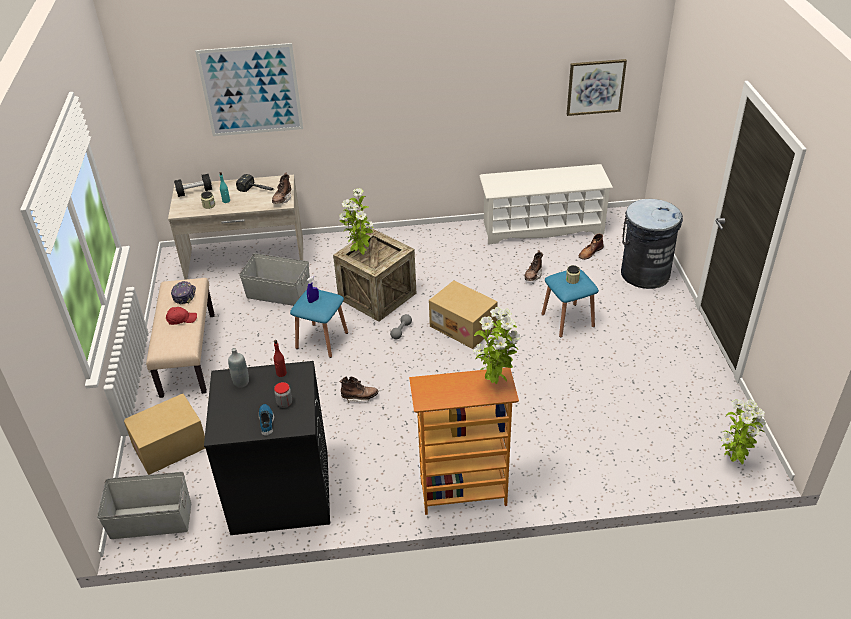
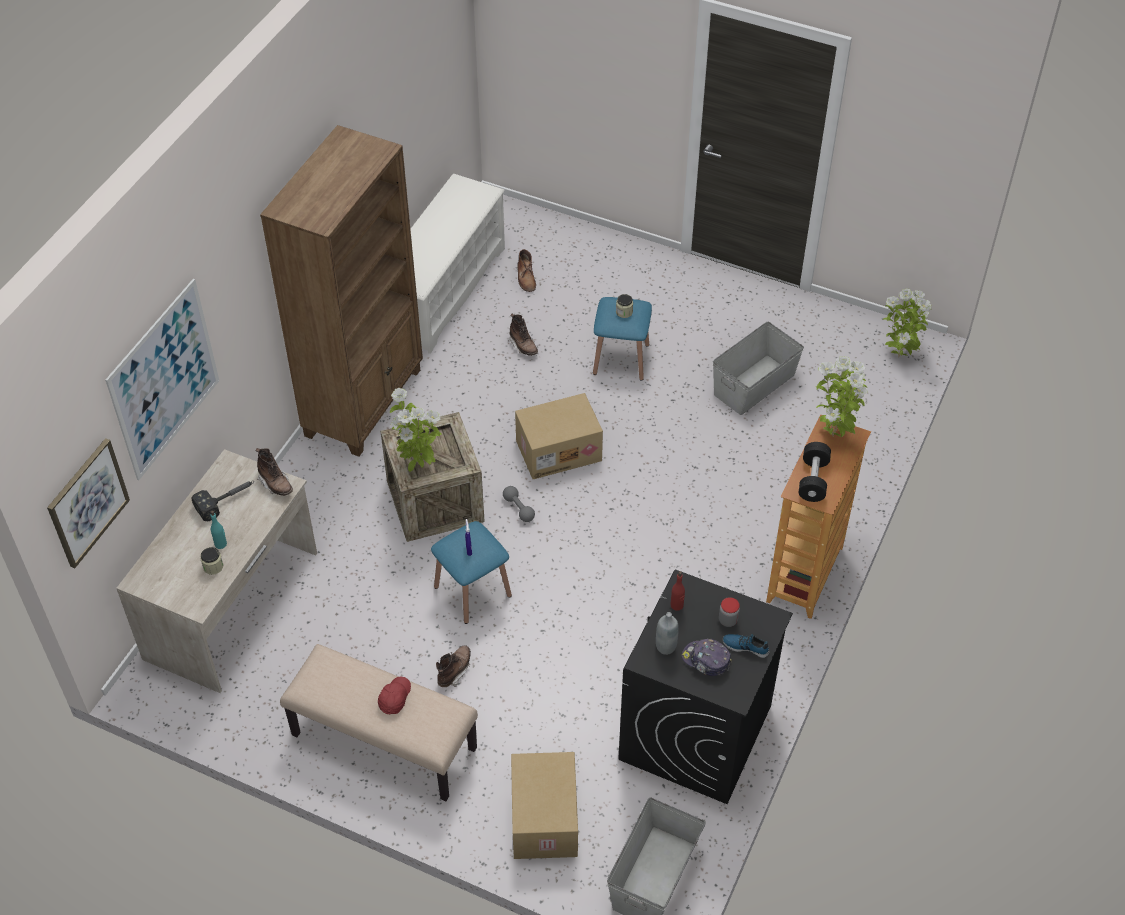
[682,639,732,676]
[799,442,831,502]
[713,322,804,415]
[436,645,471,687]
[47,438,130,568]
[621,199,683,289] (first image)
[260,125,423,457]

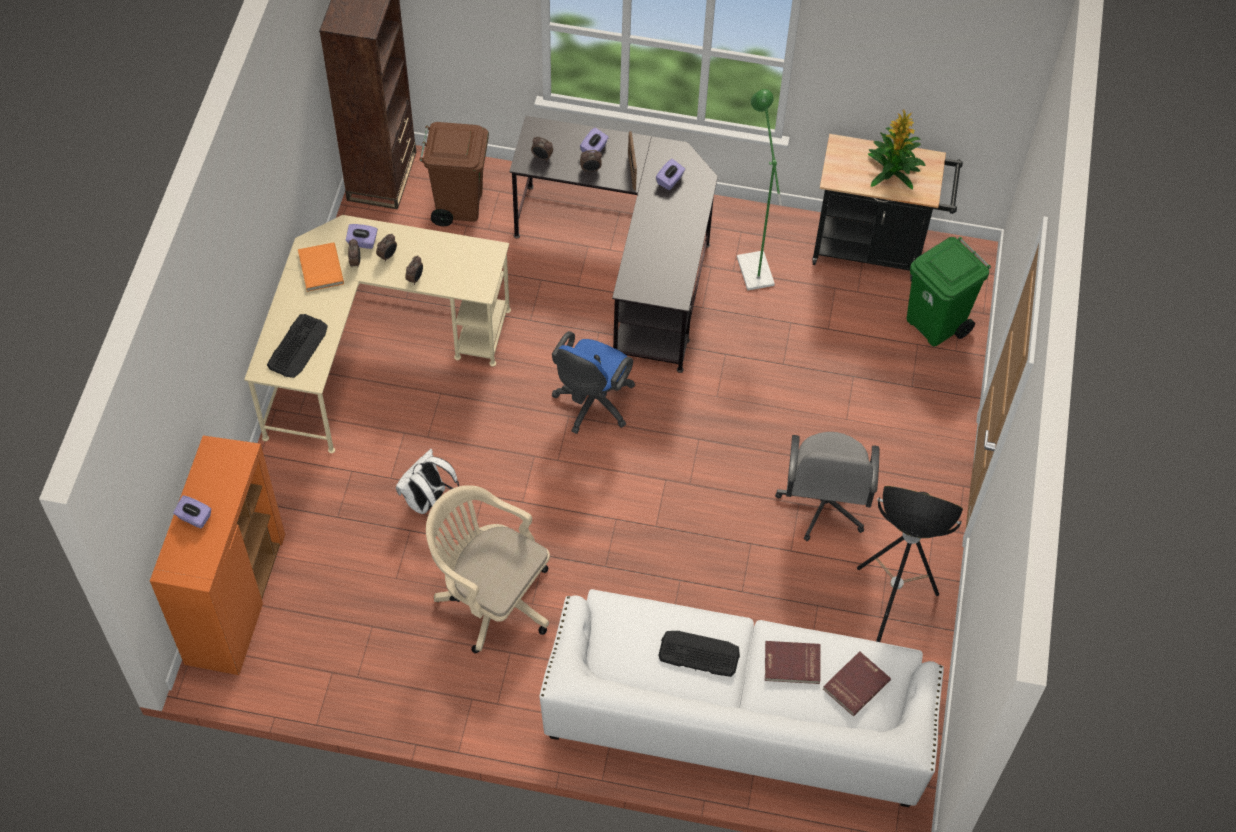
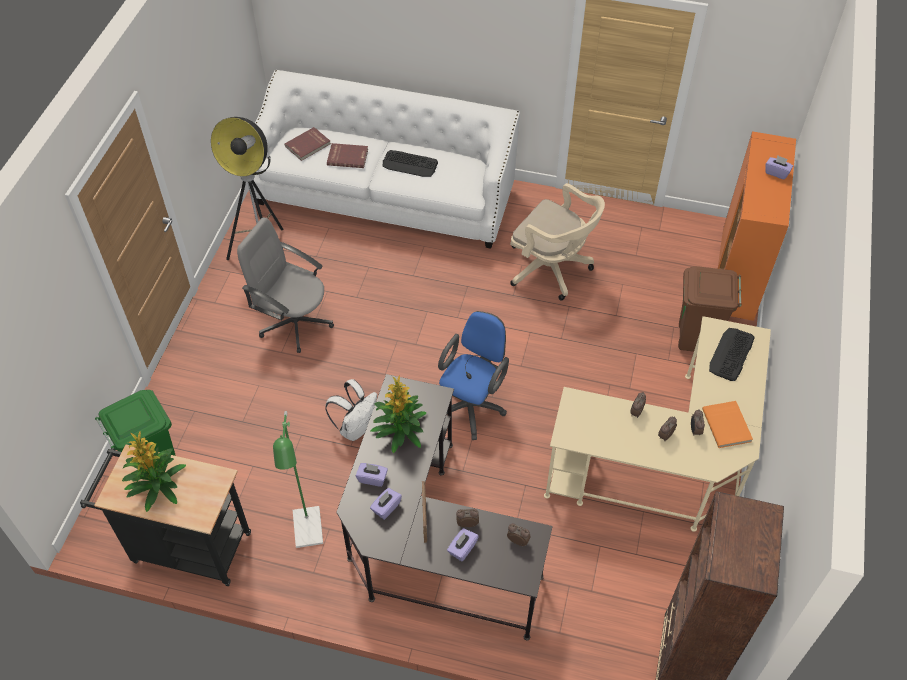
[356,463,388,487]
[325,379,377,441]
[678,266,742,352]
[237,217,334,353]
[371,375,427,453]

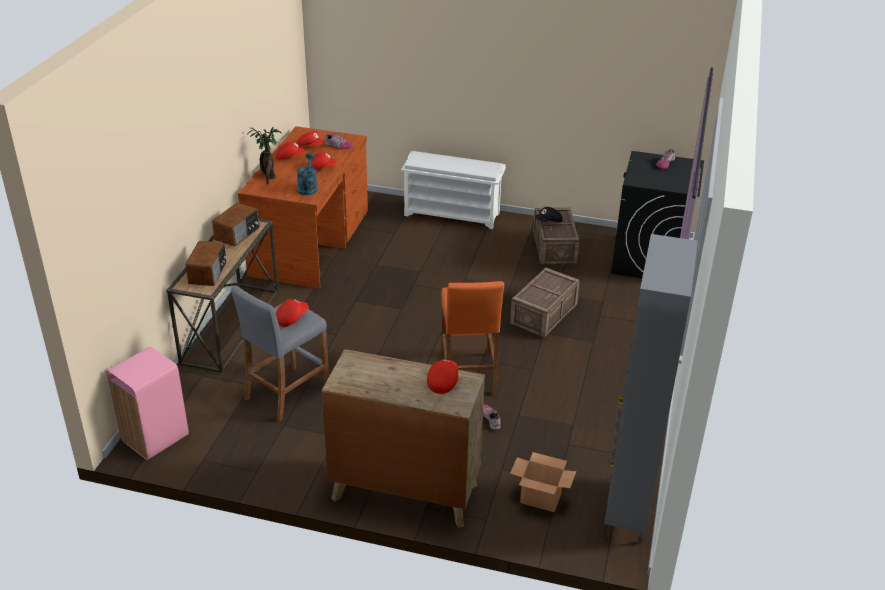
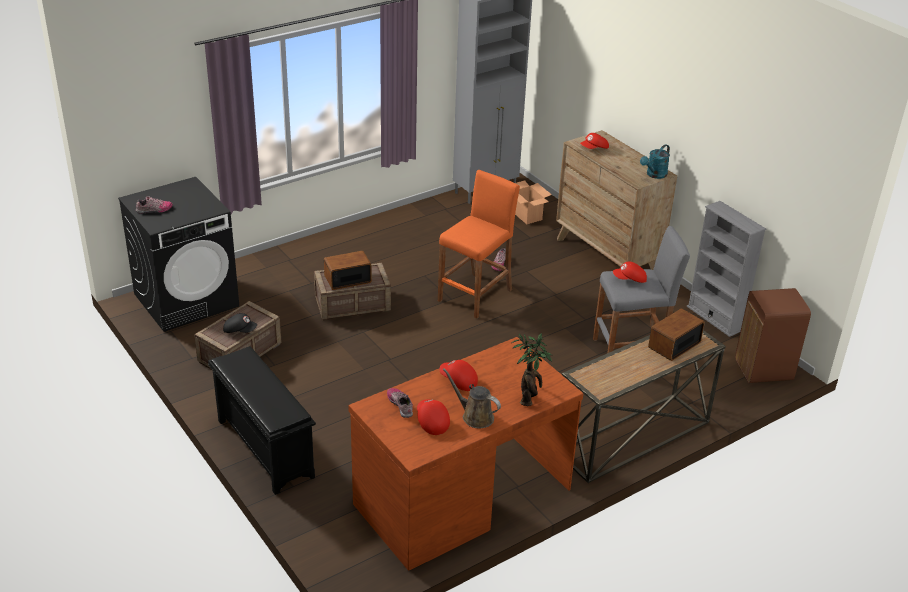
[735,288,811,383]
[324,251,372,290]
[443,368,501,428]
[640,144,670,179]
[208,346,316,495]
[687,201,766,337]

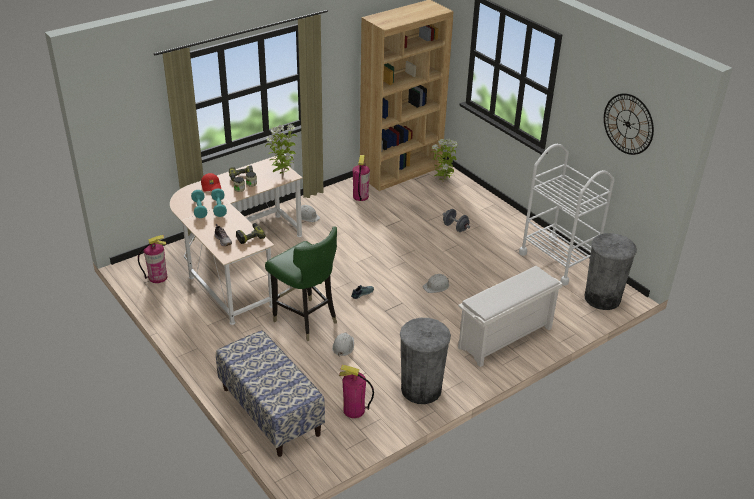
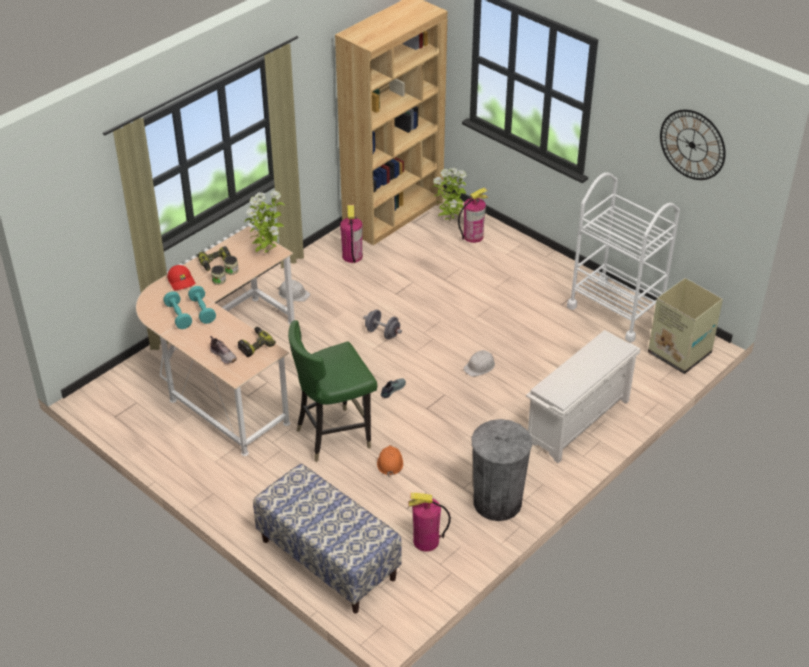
[458,188,488,243]
[288,320,377,462]
[377,445,403,477]
[363,310,402,339]
[648,278,723,374]

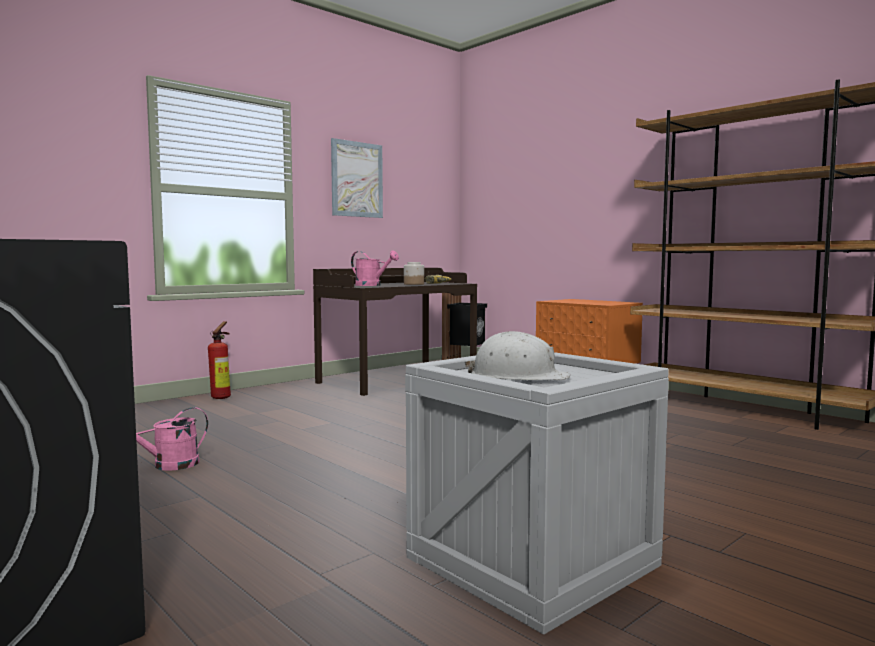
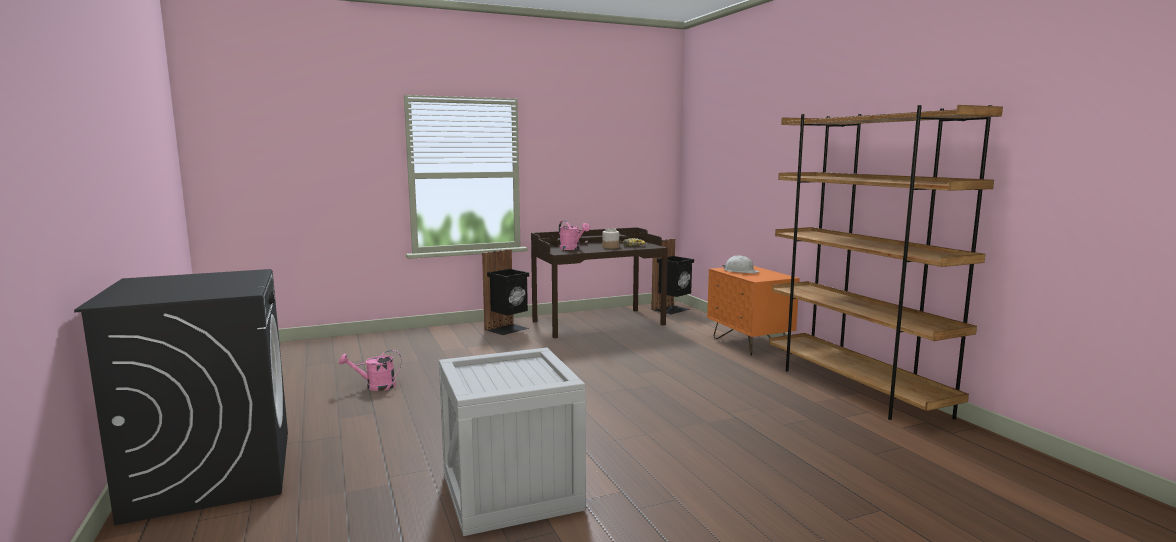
[208,321,231,399] (first image)
[331,138,383,218] (first image)
[722,255,759,273]
[482,249,529,335]

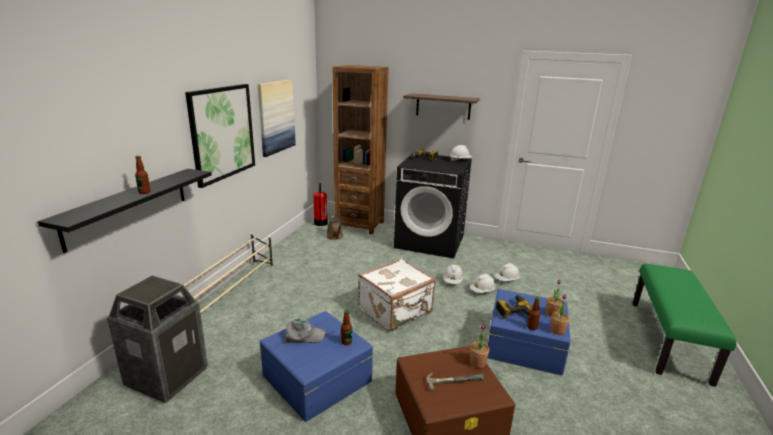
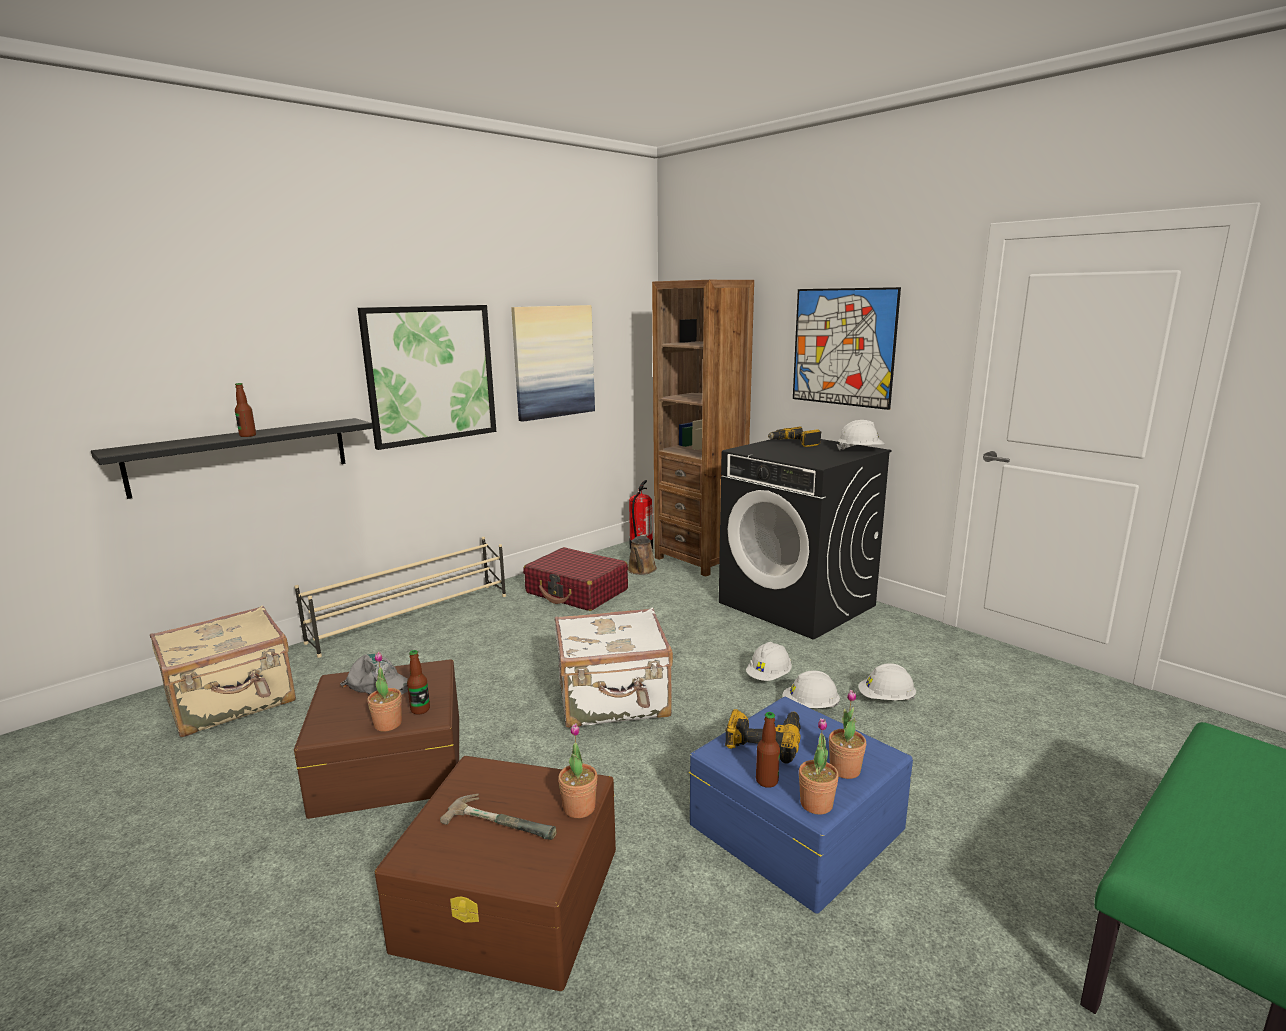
[150,606,296,737]
[294,659,459,819]
[793,287,901,410]
[367,652,402,731]
[523,547,628,611]

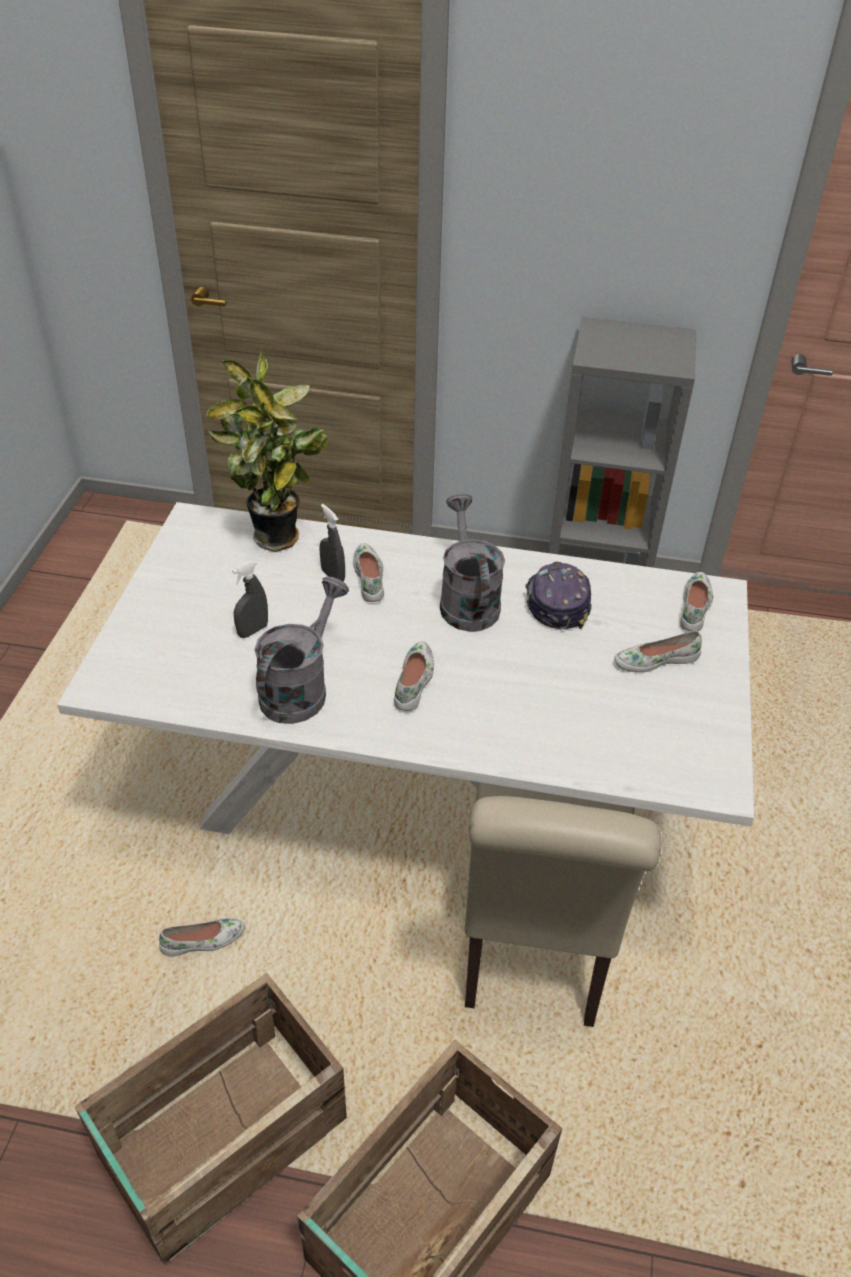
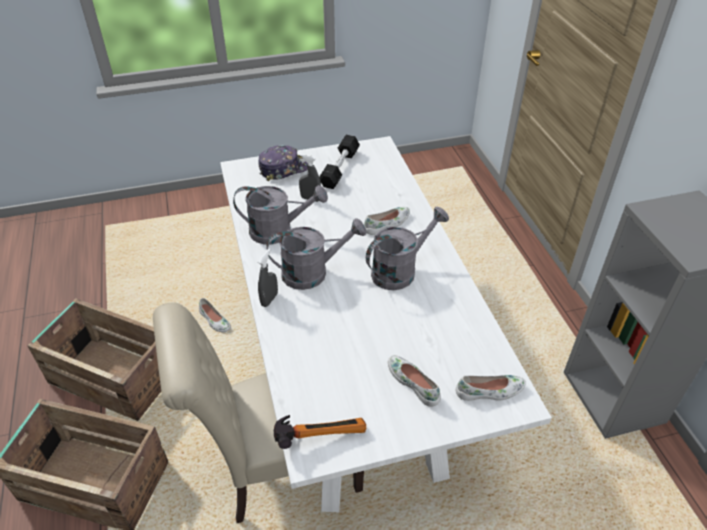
[206,351,328,552] (first image)
[258,249,278,307]
[266,218,366,290]
[258,145,308,181]
[274,415,366,449]
[319,135,360,189]

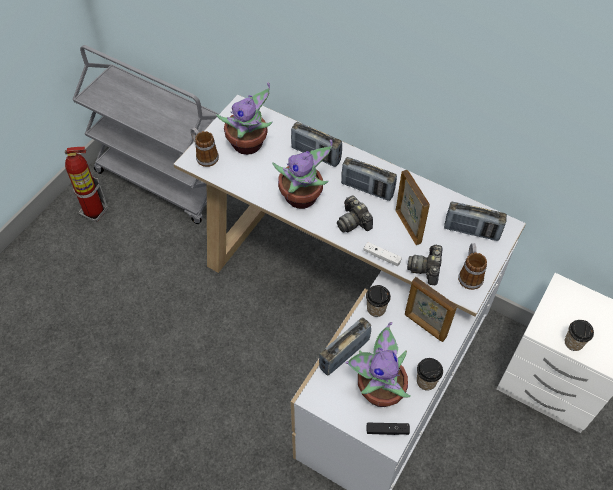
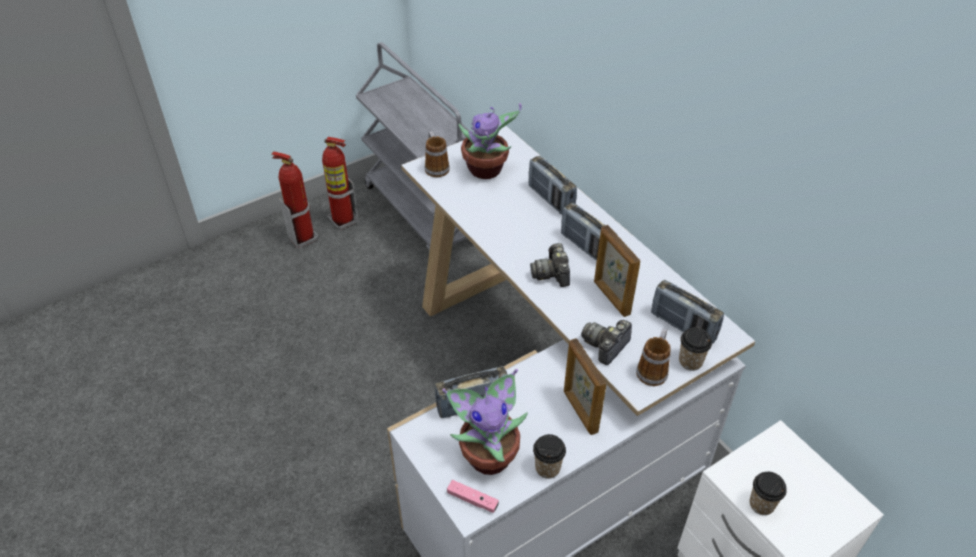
[272,140,333,209] (first image)
[363,242,402,266] (first image)
[679,327,712,371]
[447,480,499,513]
[594,225,640,317]
[271,151,318,249]

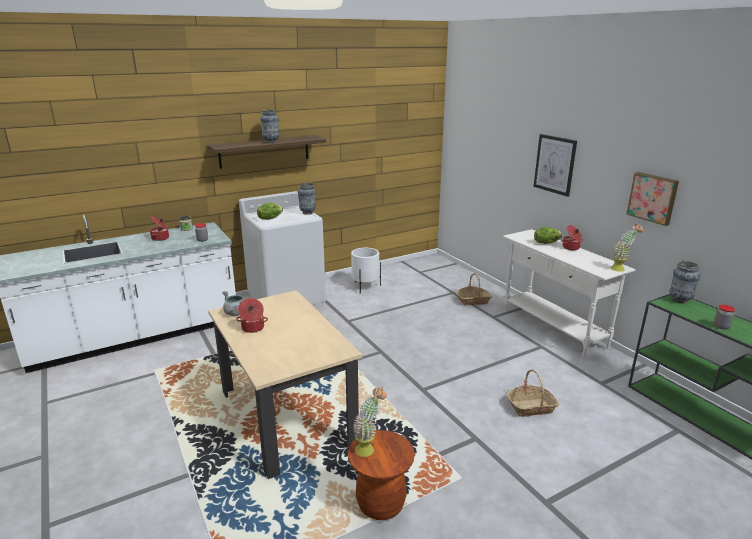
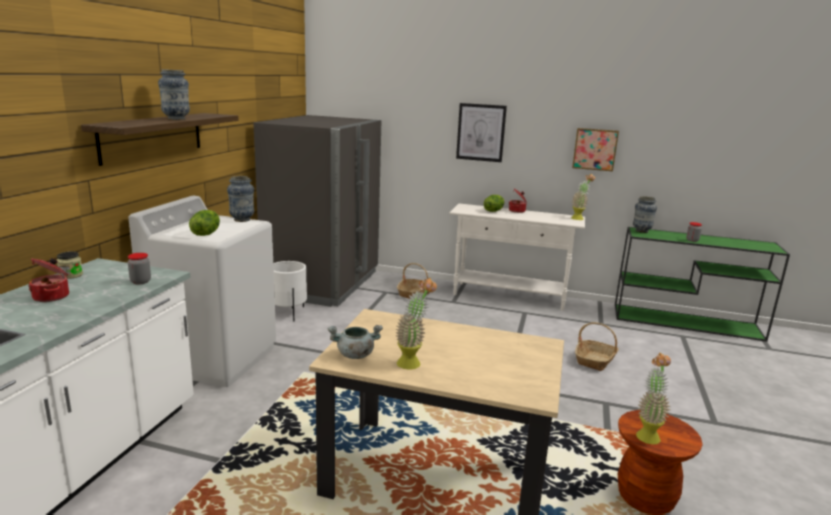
[395,278,437,369]
[253,115,381,307]

